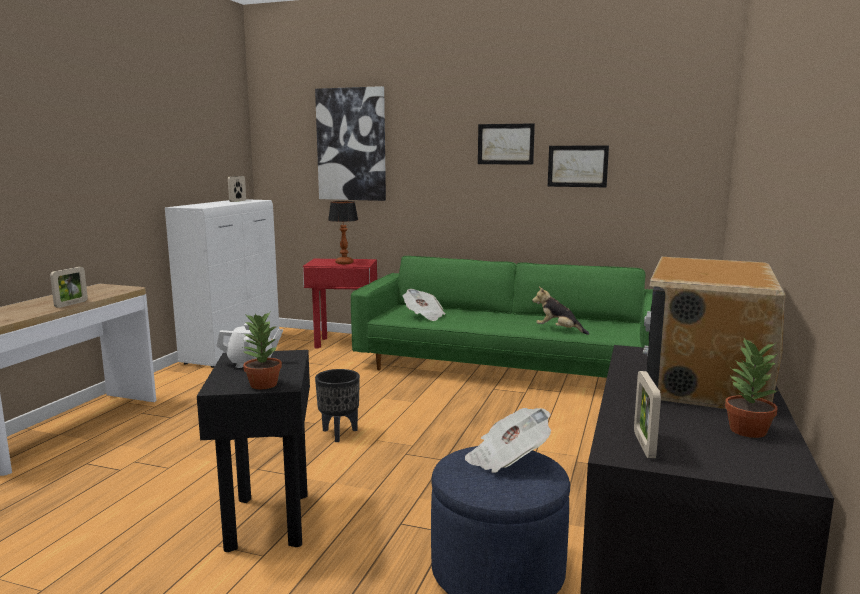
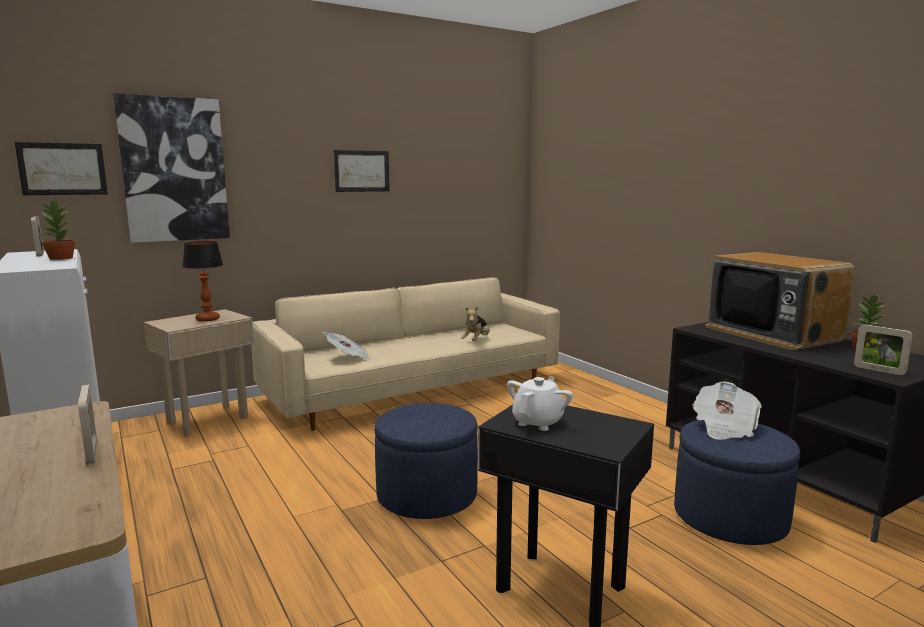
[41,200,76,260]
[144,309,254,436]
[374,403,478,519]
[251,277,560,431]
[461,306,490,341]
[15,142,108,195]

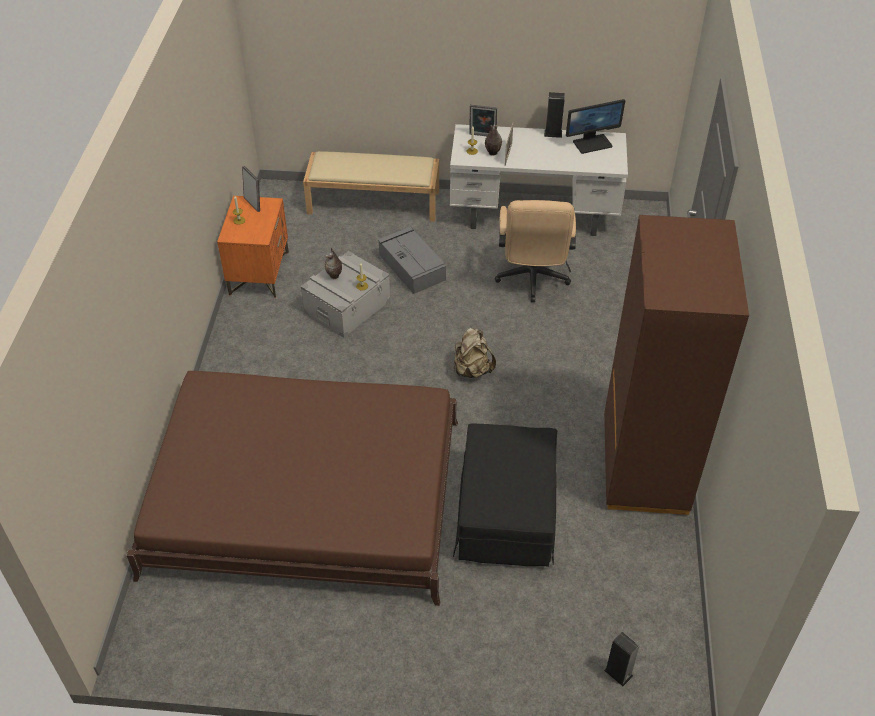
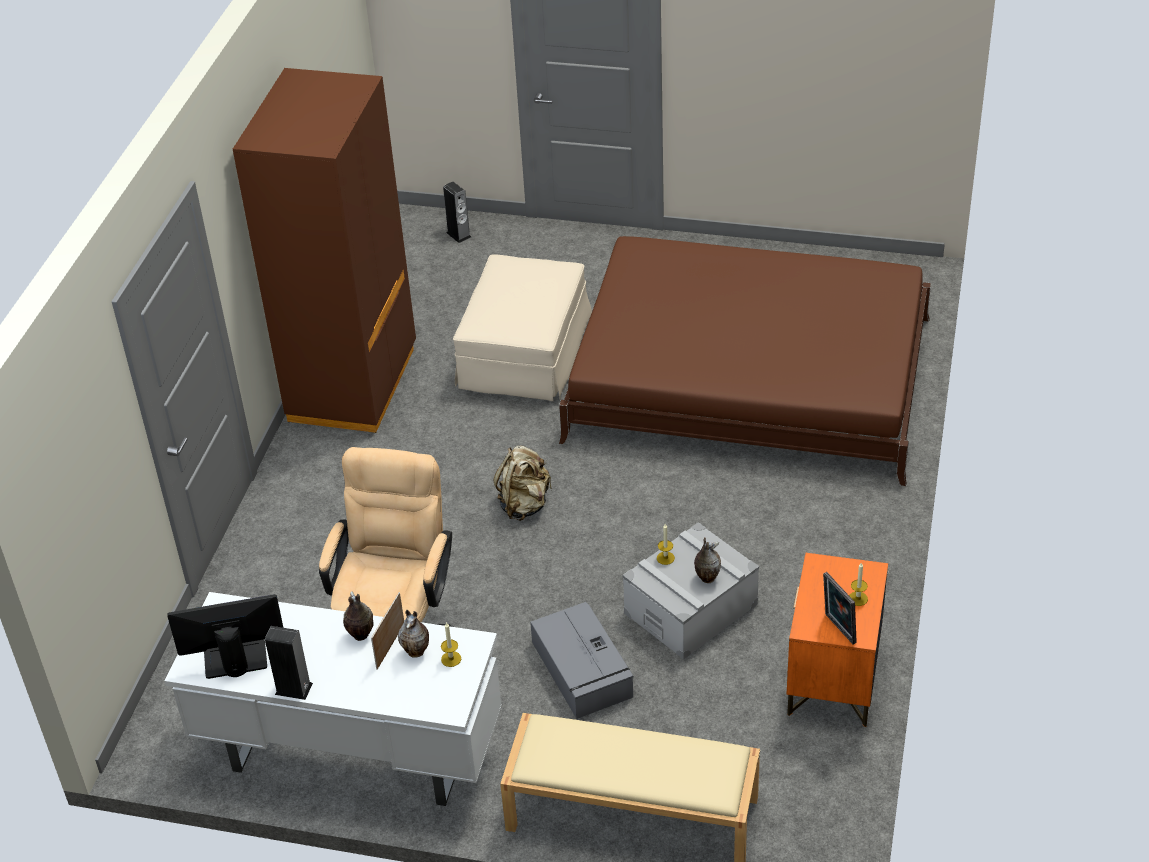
[453,254,592,401]
[470,105,497,136] (first image)
[343,591,374,641]

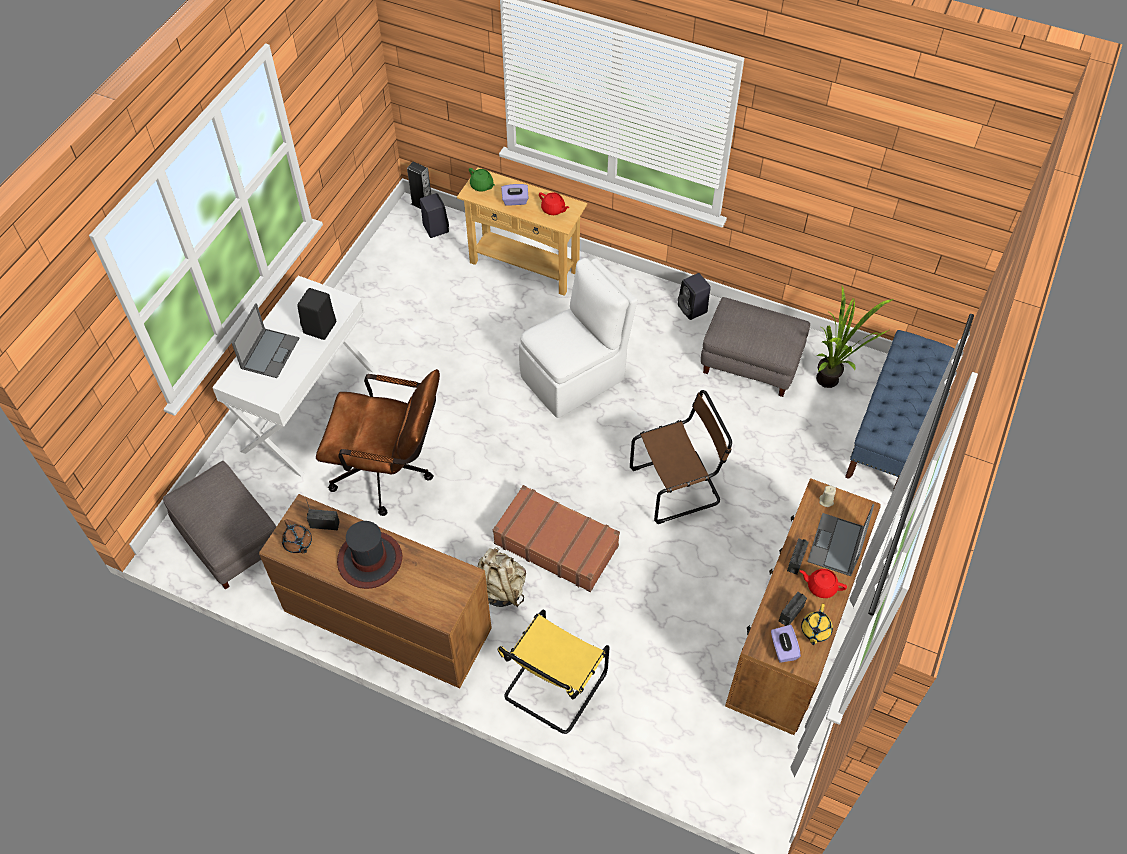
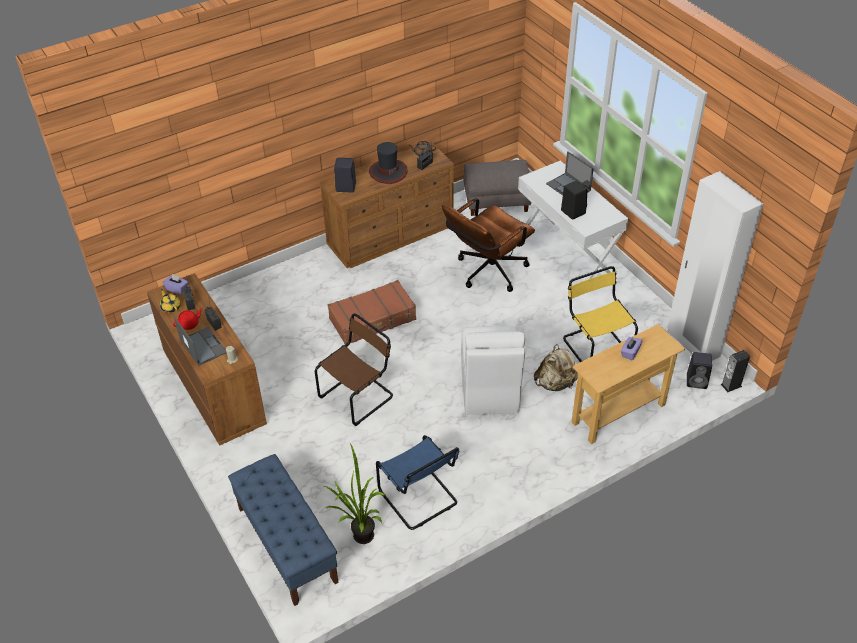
[469,168,495,192] (first image)
[534,344,578,391]
[563,266,638,362]
[539,192,569,215] (first image)
[315,314,393,426]
[334,158,356,192]
[376,435,459,530]
[667,171,763,361]

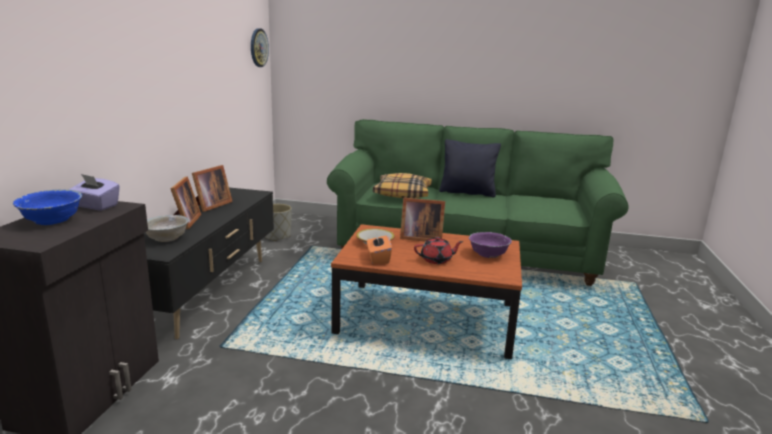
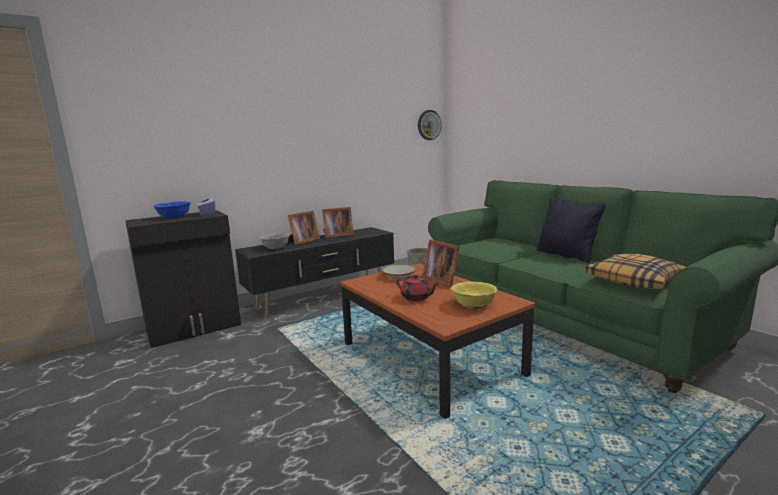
[367,234,392,264] (first image)
[586,254,686,289]
[451,281,497,309]

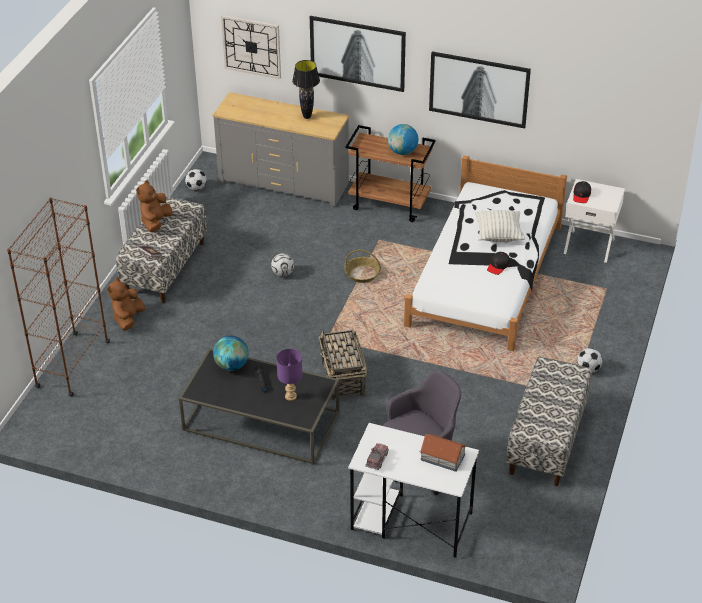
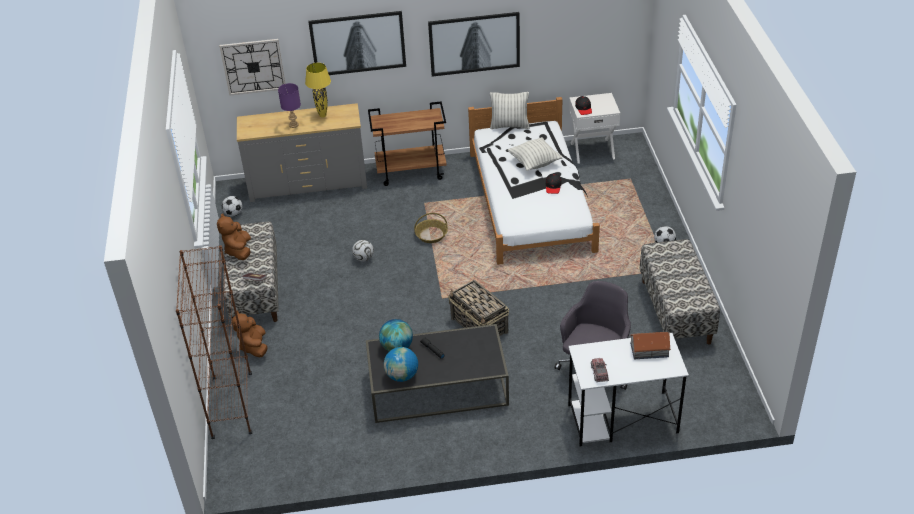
[278,83,301,128]
[305,62,331,118]
[384,347,418,382]
[490,92,530,129]

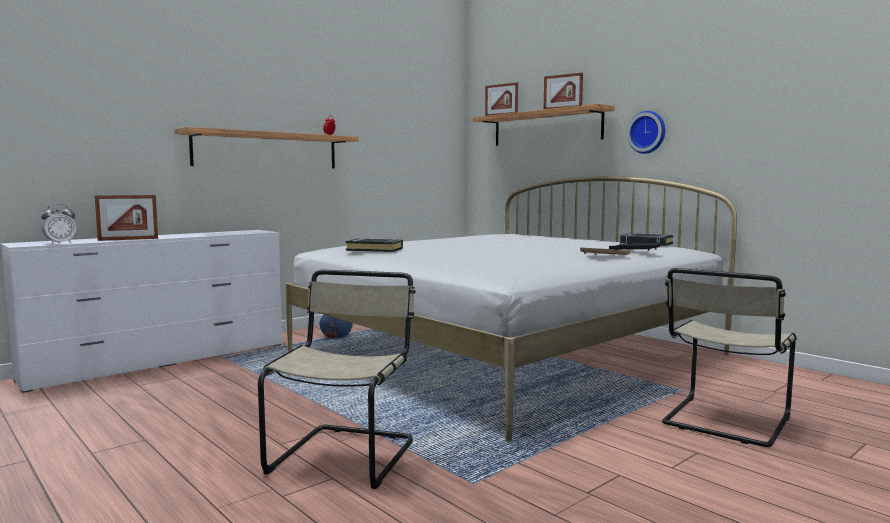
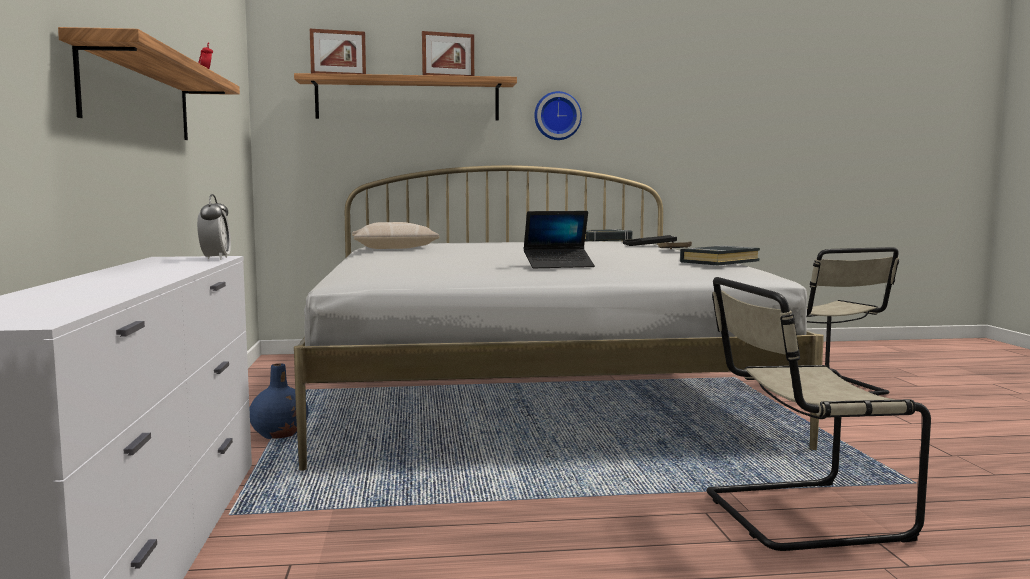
[197,194,231,260]
[95,195,158,241] (first image)
[706,277,931,551]
[680,246,760,266]
[352,222,439,249]
[524,211,595,268]

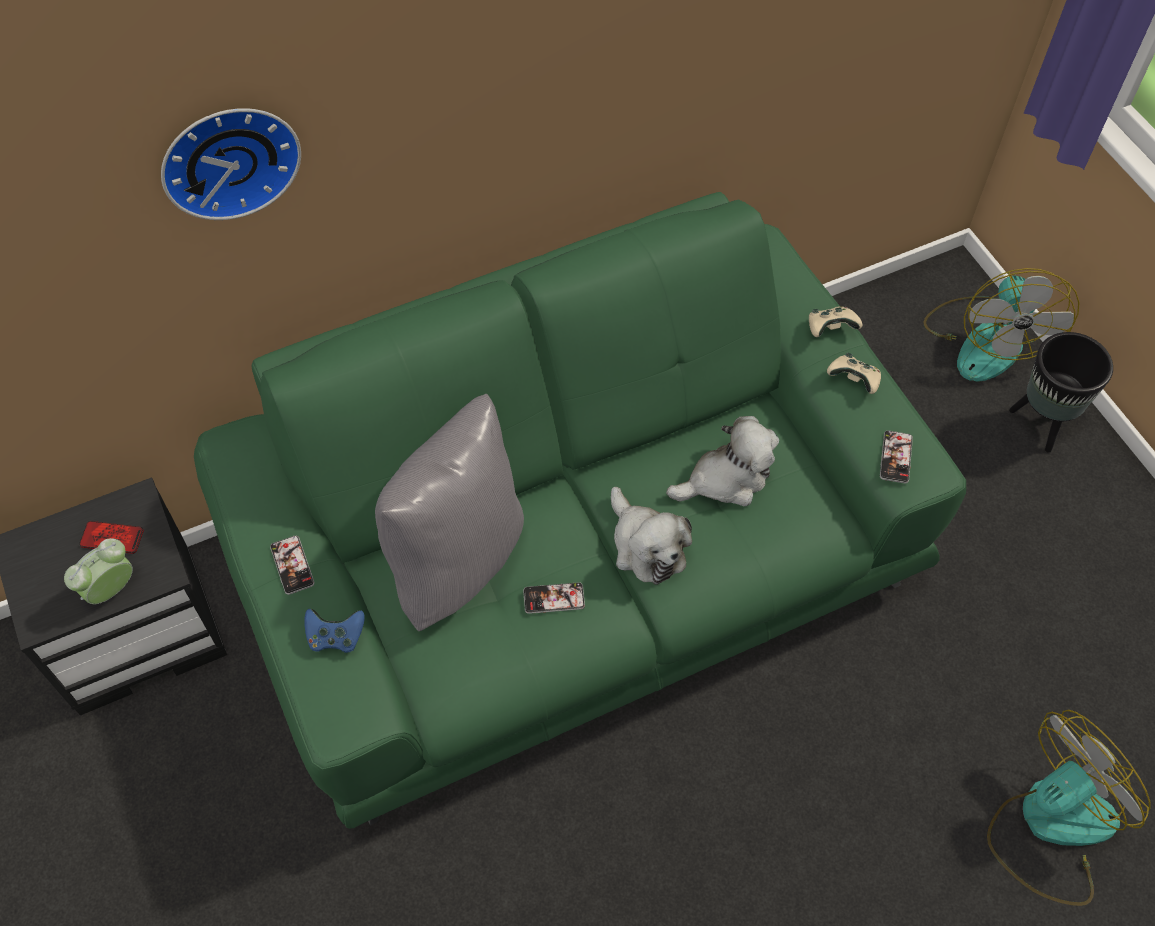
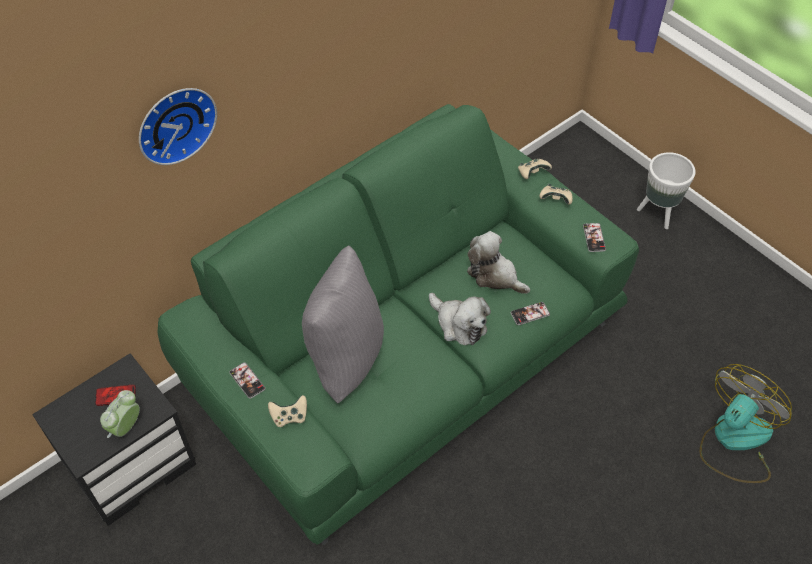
[268,395,307,427]
[511,302,550,325]
[467,231,530,294]
[924,268,1080,382] (first image)
[637,152,696,229]

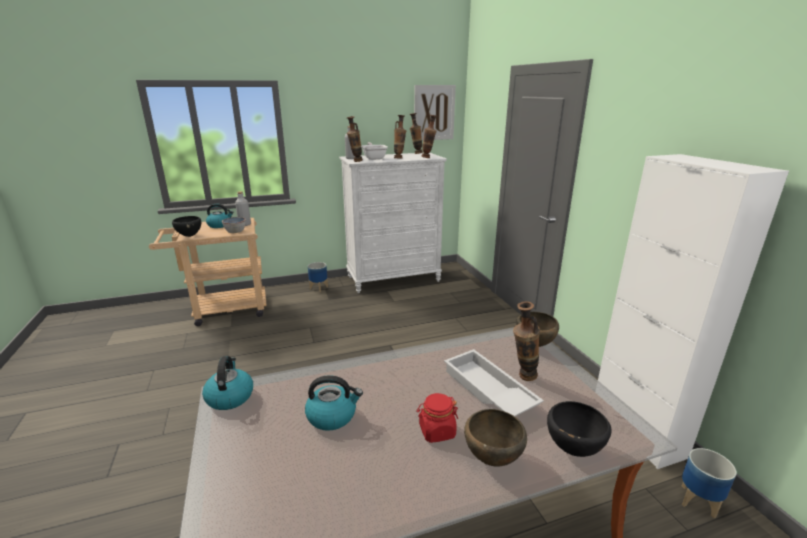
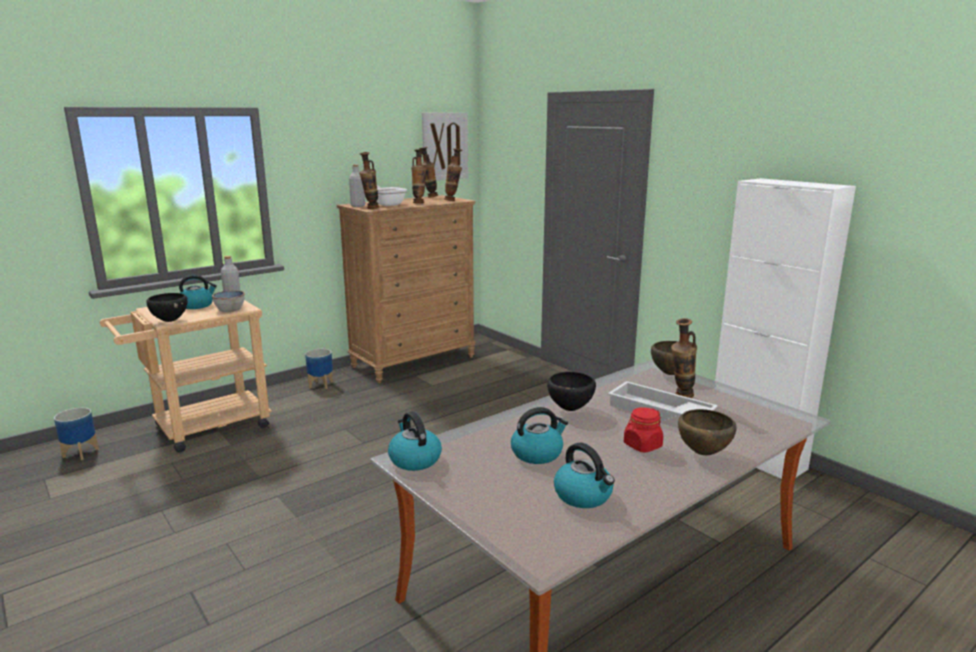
[337,195,475,383]
[547,372,596,411]
[54,408,99,460]
[554,443,615,508]

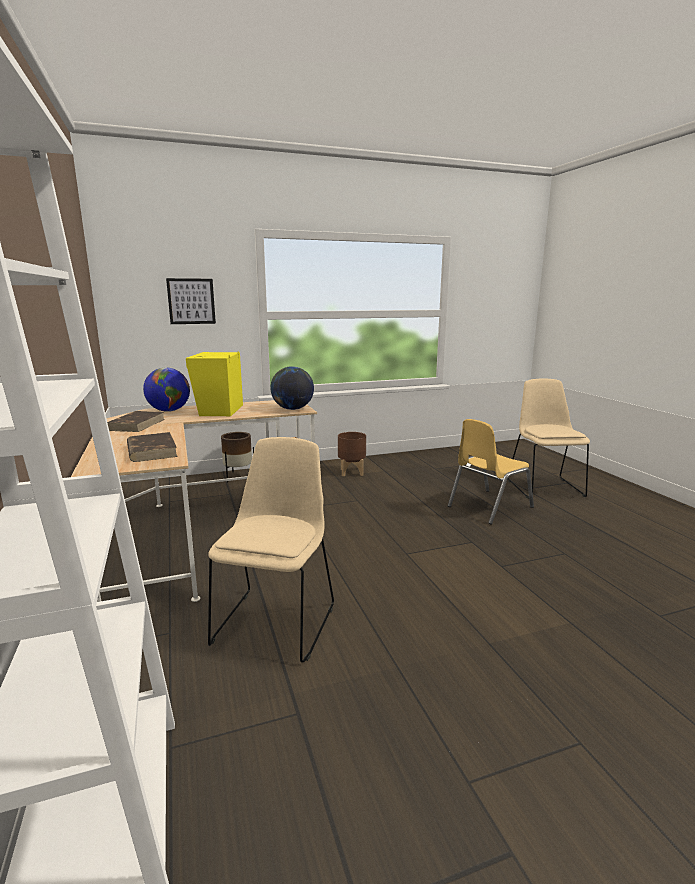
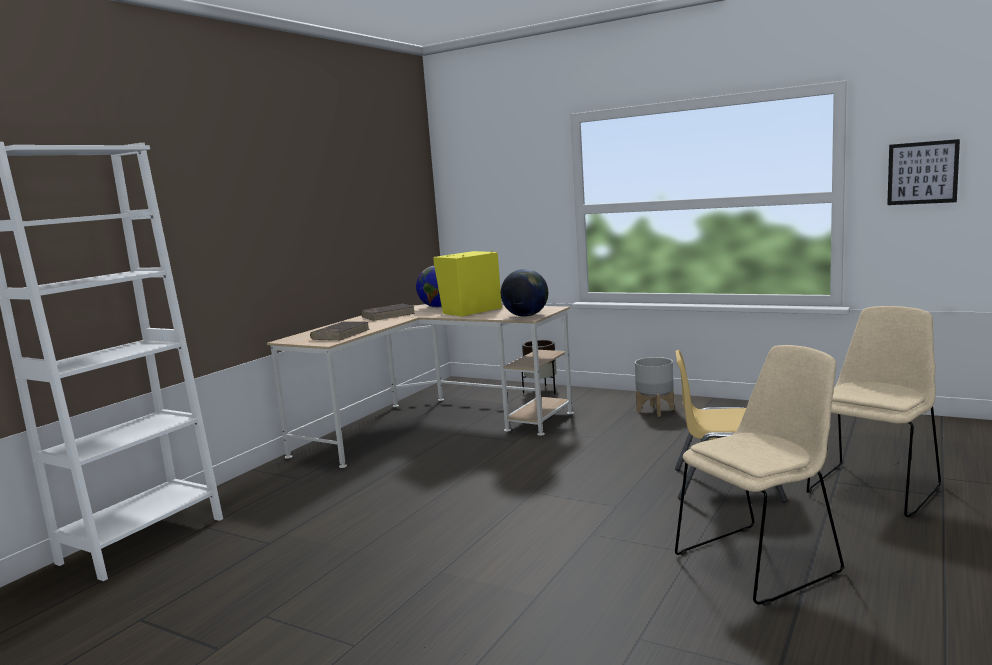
[887,139,960,205]
[675,345,844,606]
[635,357,674,417]

